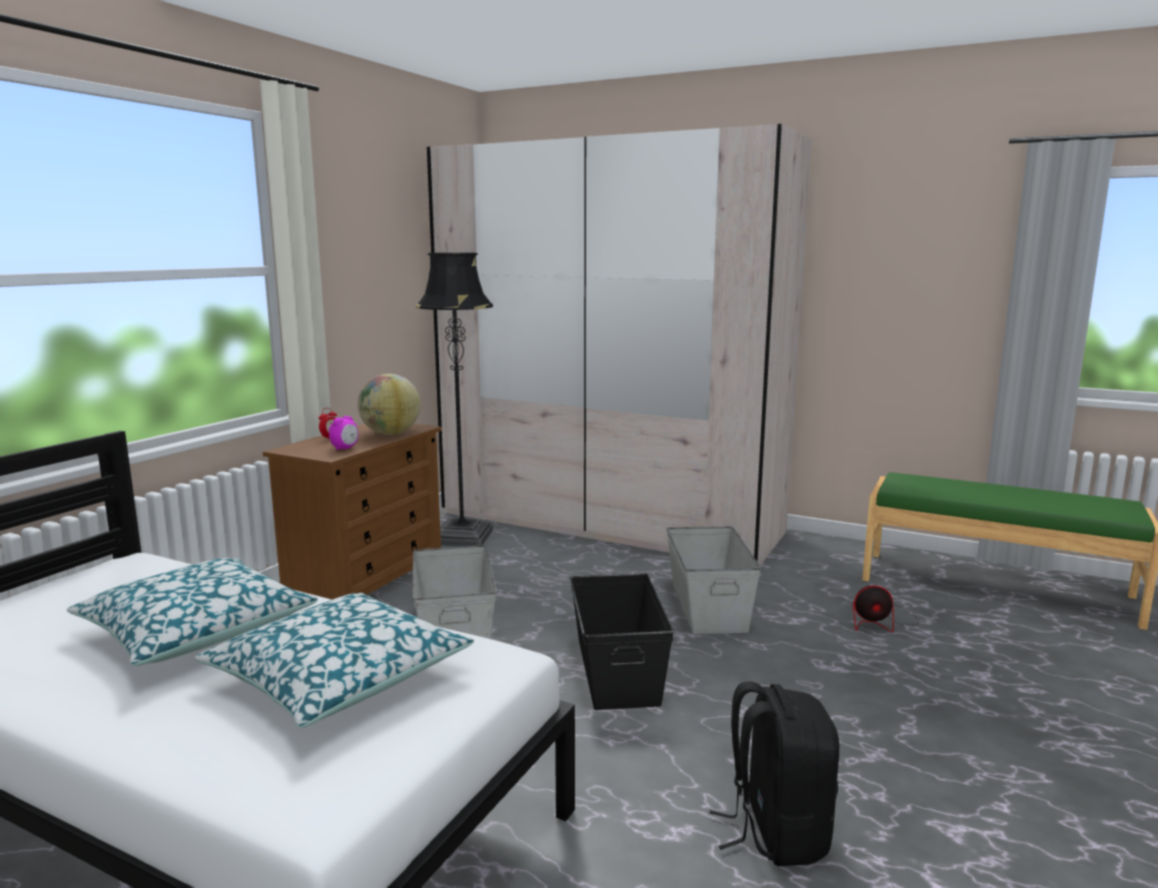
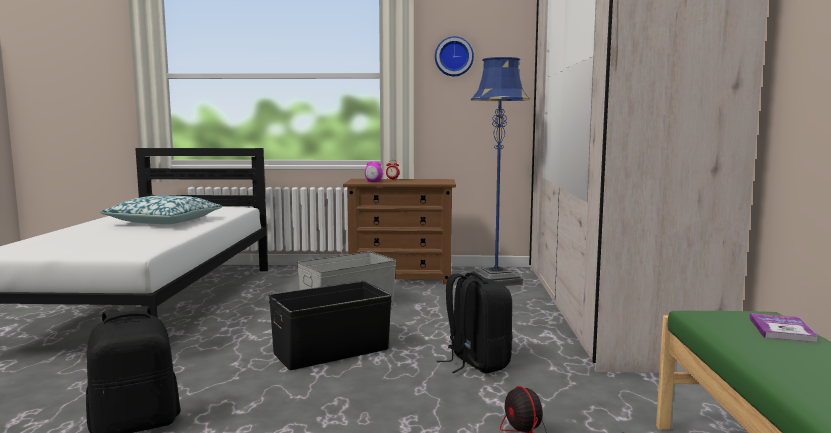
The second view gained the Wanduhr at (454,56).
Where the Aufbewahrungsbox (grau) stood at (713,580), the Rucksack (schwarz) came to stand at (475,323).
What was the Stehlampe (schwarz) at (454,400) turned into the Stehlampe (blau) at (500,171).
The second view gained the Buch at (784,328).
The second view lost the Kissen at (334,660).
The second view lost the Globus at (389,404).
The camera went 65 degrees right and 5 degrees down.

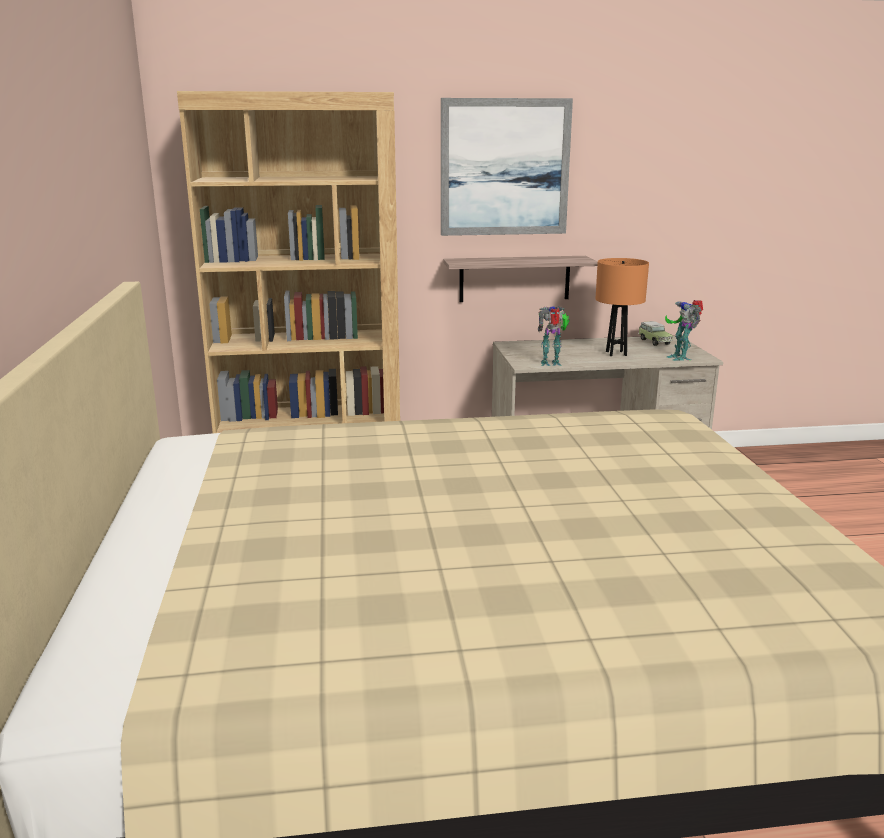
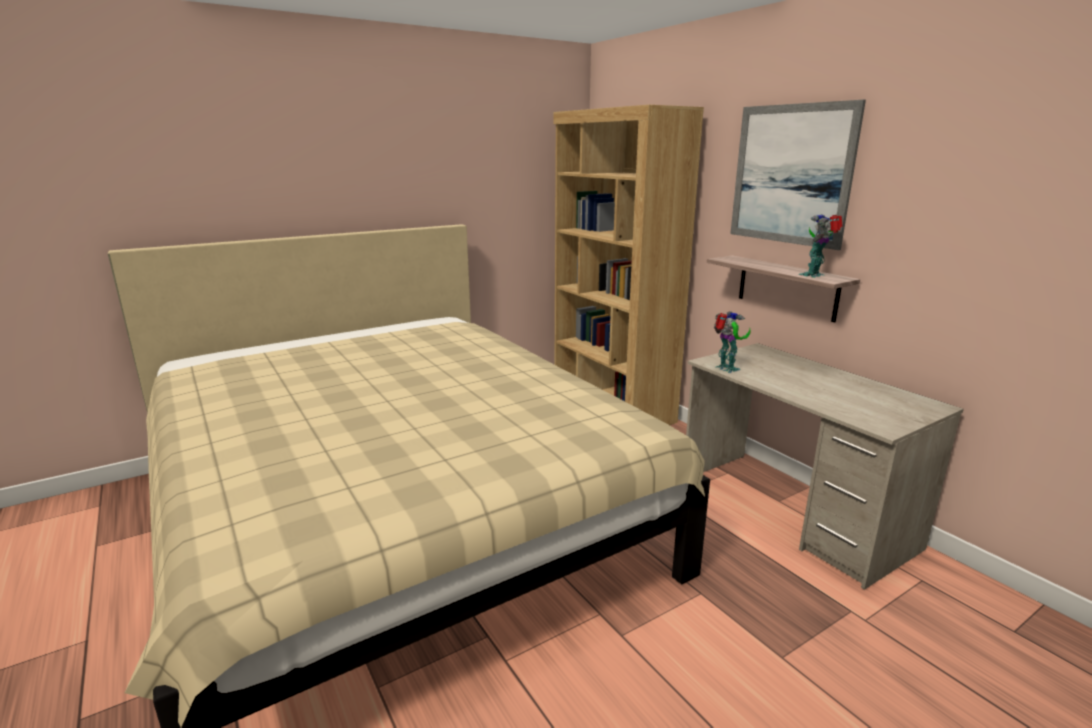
The Spielzeugroboter ended up elsewhere, having gone from (684,330) to (820,246).
The second view lost the Tischlampe (orange) at (622,307).
The second view lost the Spielzeugauto at (655,333).
The camera went 65 degrees right and 0 degrees up.

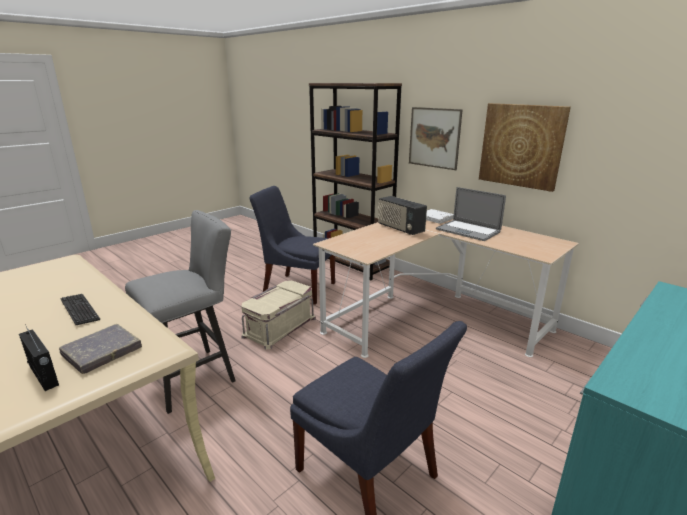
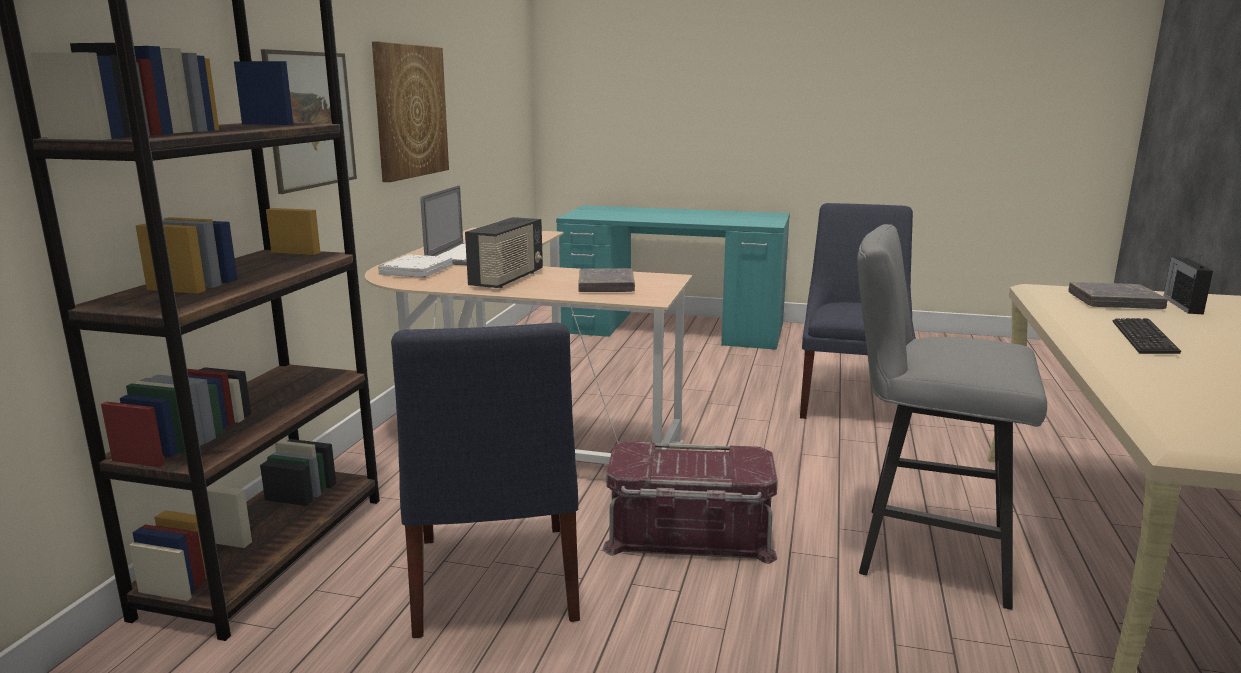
The second view gained the Buch (grau) at (606,280).
What was the Aufbewahrungsbox (beige) at (278,315) turned into the Aufbewahrungsbox (rot) at (690,502).
The camera went 120 degrees left and 5 degrees down.

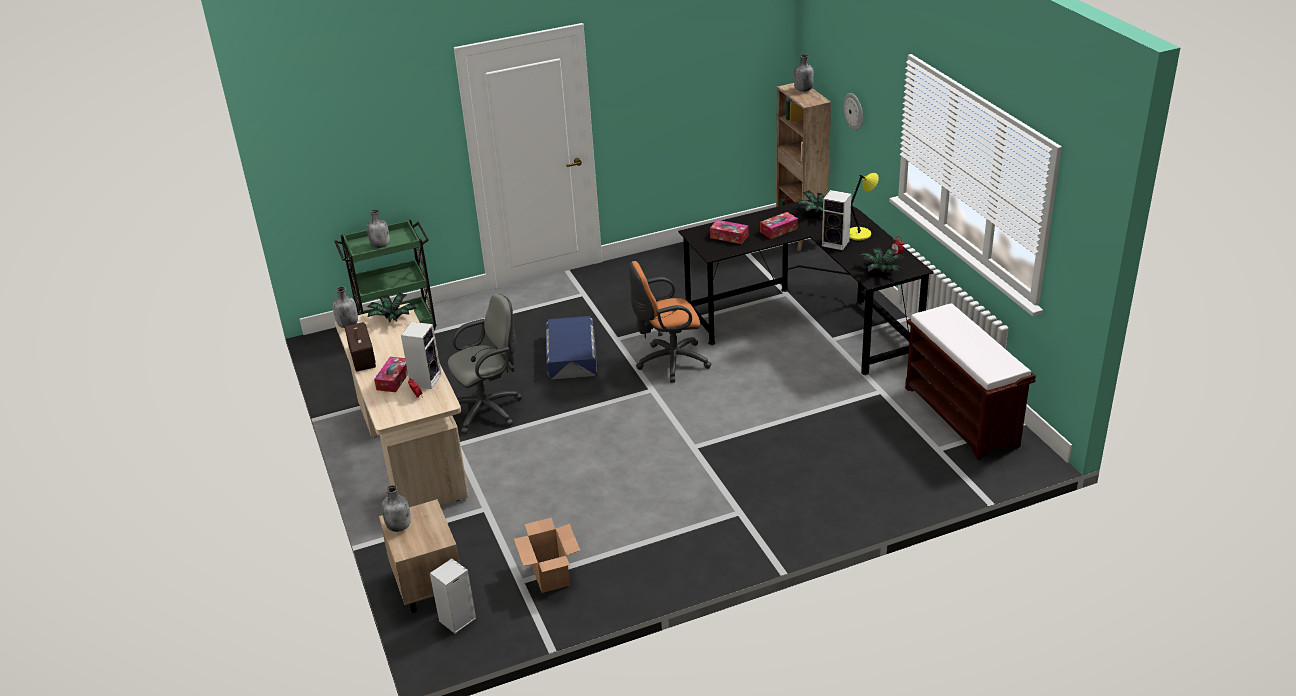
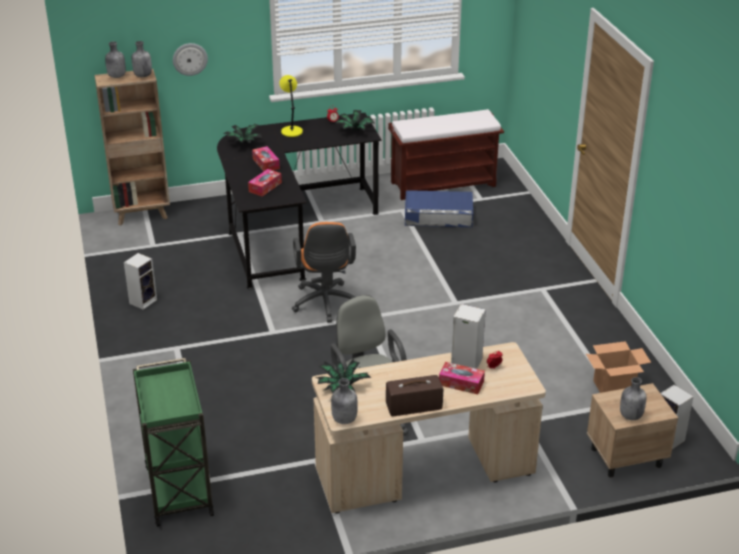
The Lautsprecher ended up elsewhere, having gone from (837,220) to (140,281).
The Flasche (grau) ended up elsewhere, having gone from (378,228) to (142,59).
The Aufbewahrungsbox (blau) ended up elsewhere, having gone from (571,348) to (439,208).
The camera went 85 degrees left and 0 degrees up.

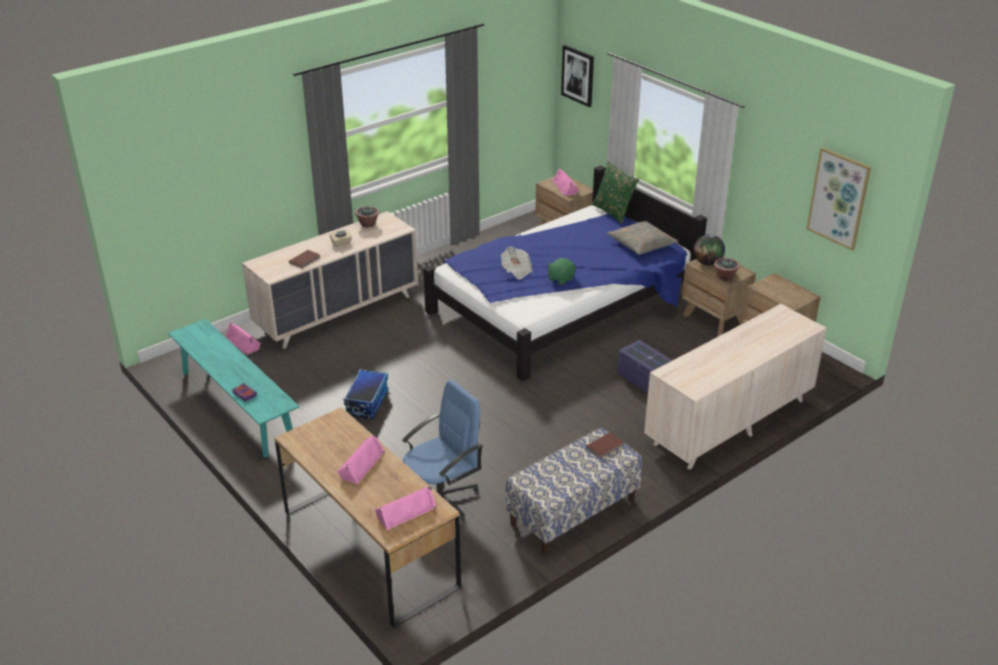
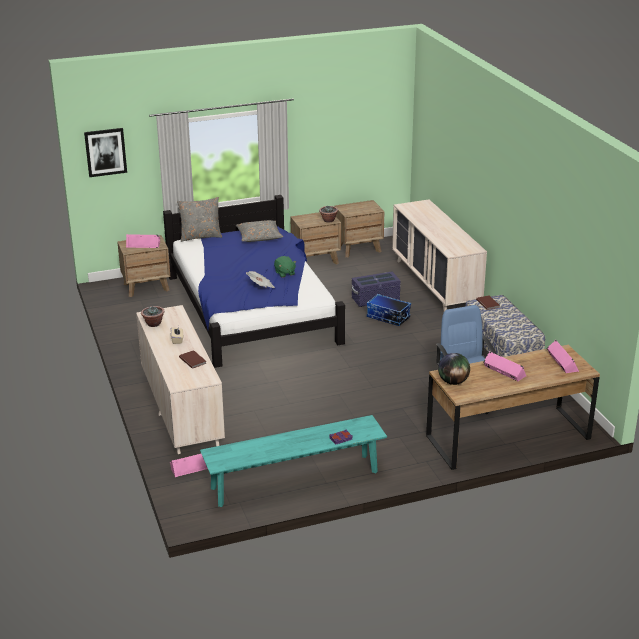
What was the Kissen (grün) at (615,192) turned into the Kissen (grau) at (199,219).
The Aufbewahrungsbox ended up elsewhere, having gone from (366,394) to (389,310).
The Globus ended up elsewhere, having gone from (709,249) to (454,369).
The second view lost the Bild at (838,199).
The camera went 70 degrees left and 5 degrees down.

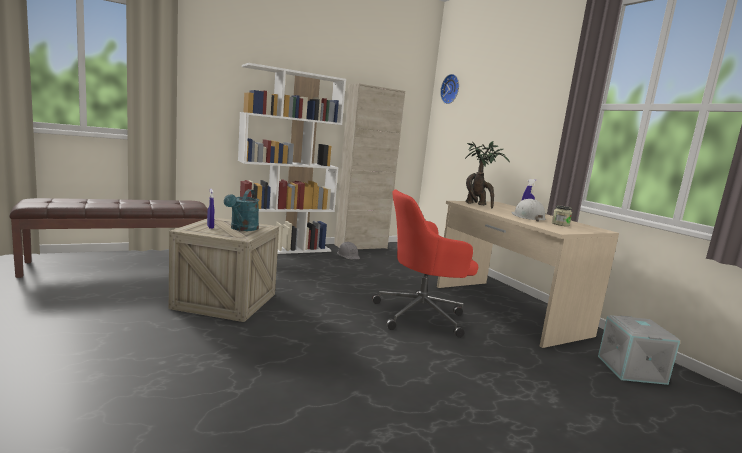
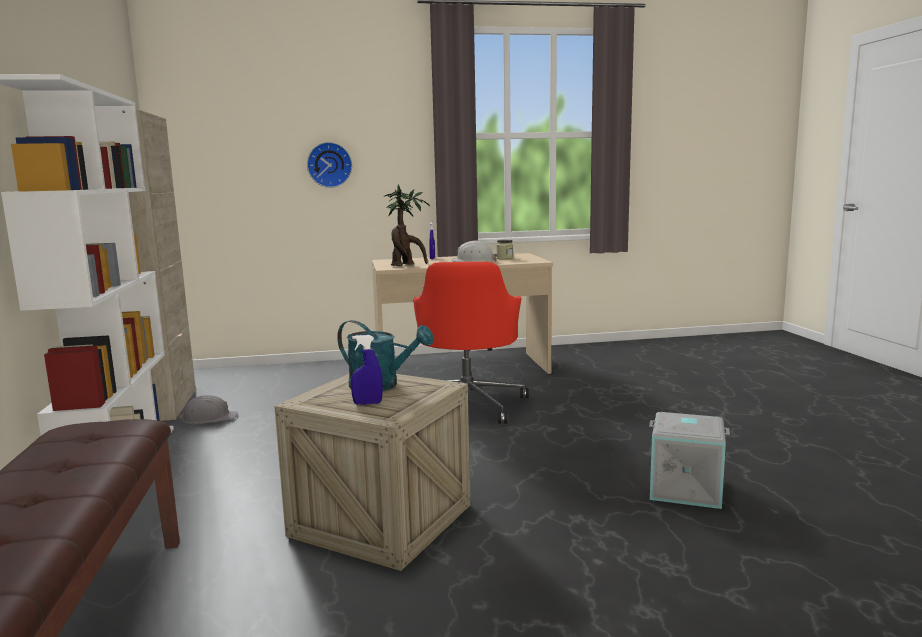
The Wanduhr ended up elsewhere, having gone from (449,89) to (329,165).
The Aufbewahrungsbox (grau) ended up elsewhere, having gone from (639,350) to (689,460).
The camera went 70 degrees left and 0 degrees up.

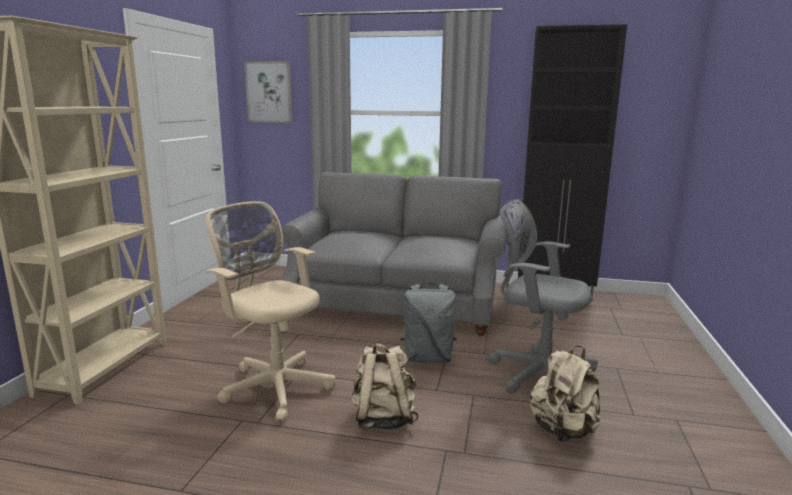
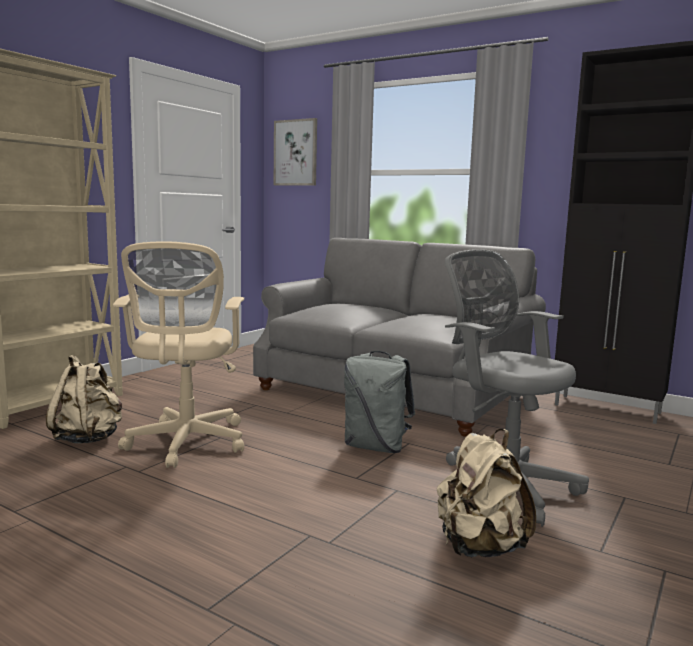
The Rucksack (beige) ended up elsewhere, having gone from (385,386) to (84,399).
The Bürostuhl (beige) at (270,311) ended up facing another way, 150 degrees counterclockwise from before.
The camera went 20 degrees right and 5 degrees down.

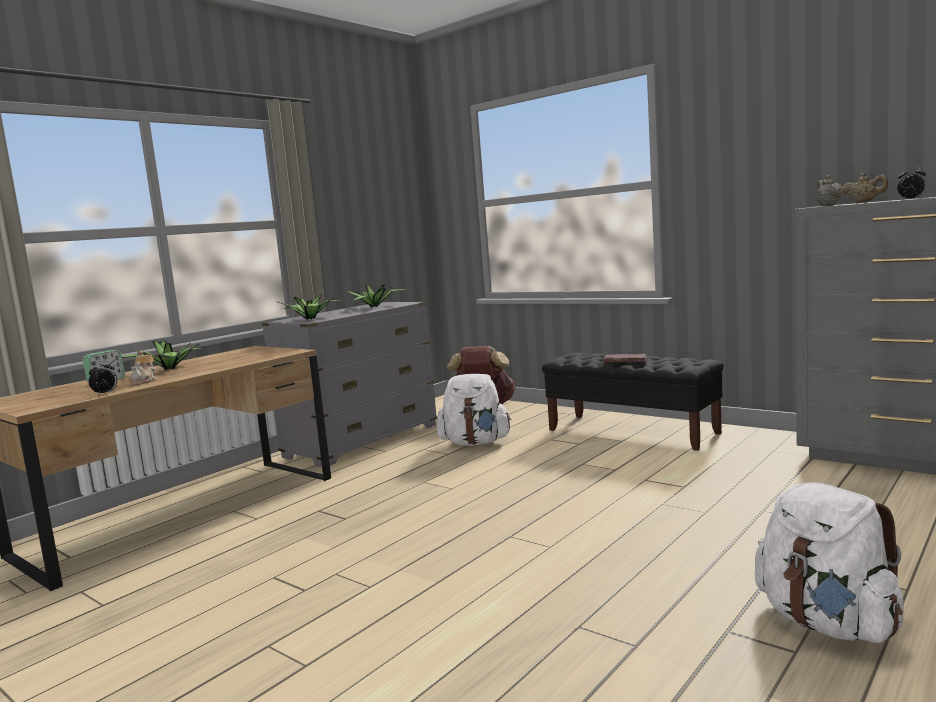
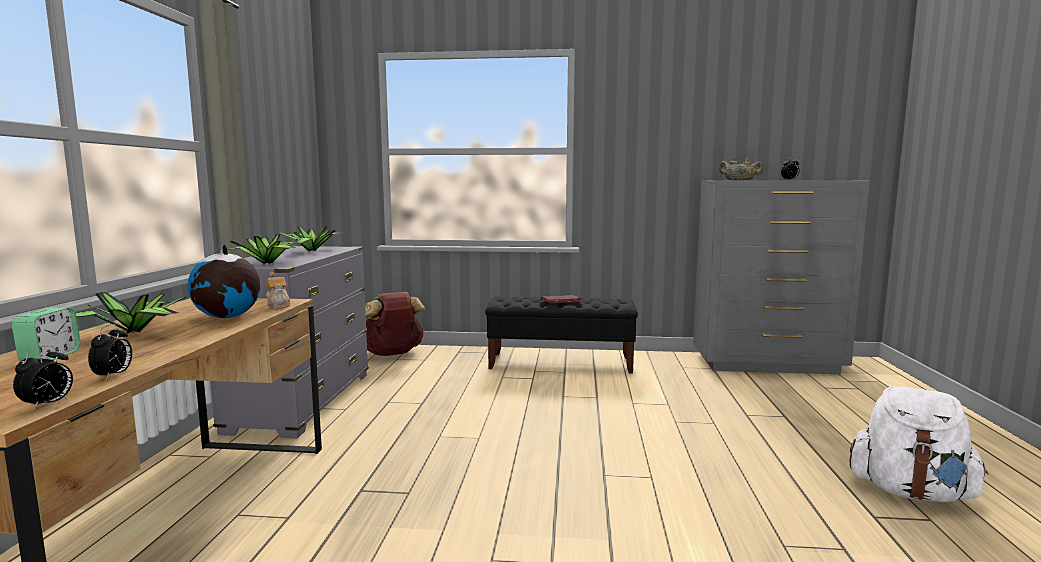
The second view gained the Wecker at (43,378).
The second view gained the Globus at (224,281).
The Teekanne ended up elsewhere, having gone from (144,367) to (278,290).
The second view lost the Rucksack (weiß) at (474,410).
The camera went 35 degrees left and 0 degrees up.

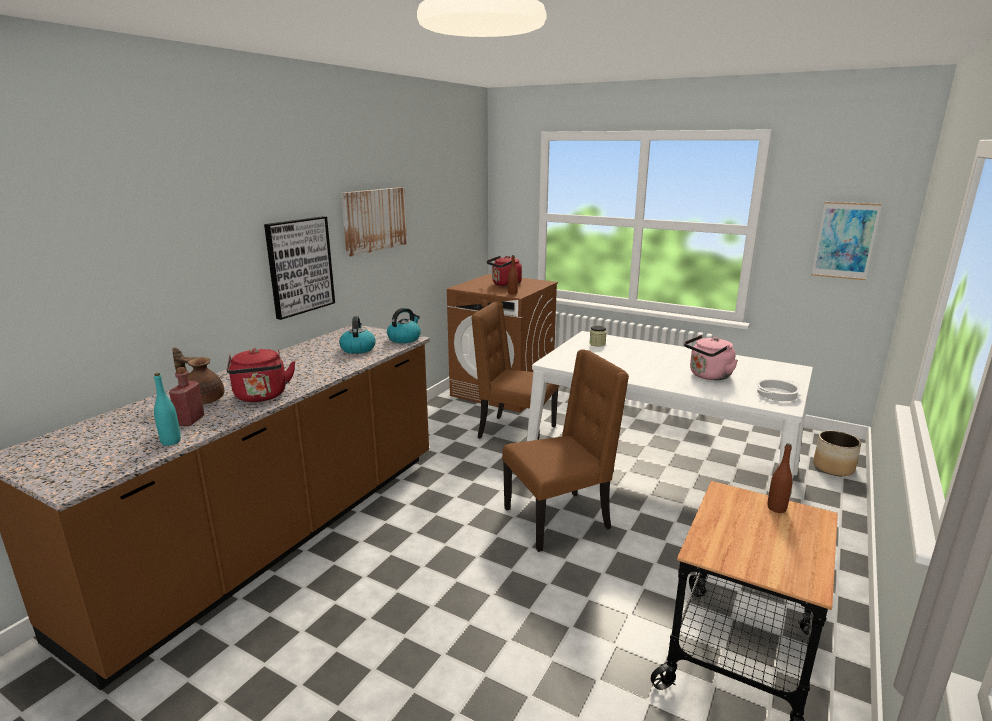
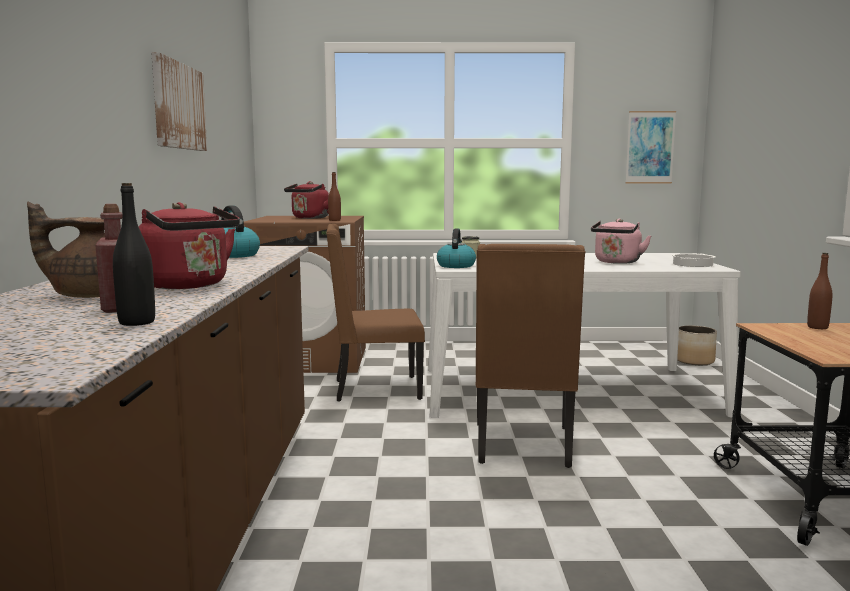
What was the Flasche (türkis) at (167,409) turned into the Flasche (schwarz) at (134,254).
The Wasserkessel ended up elsewhere, having gone from (404,325) to (456,248).
The Stuhl (braun) at (565,450) ended up facing another way, 150 degrees clockwise from before.
The second view lost the Bild at (299,268).
The camera went 30 degrees left and 10 degrees down.

